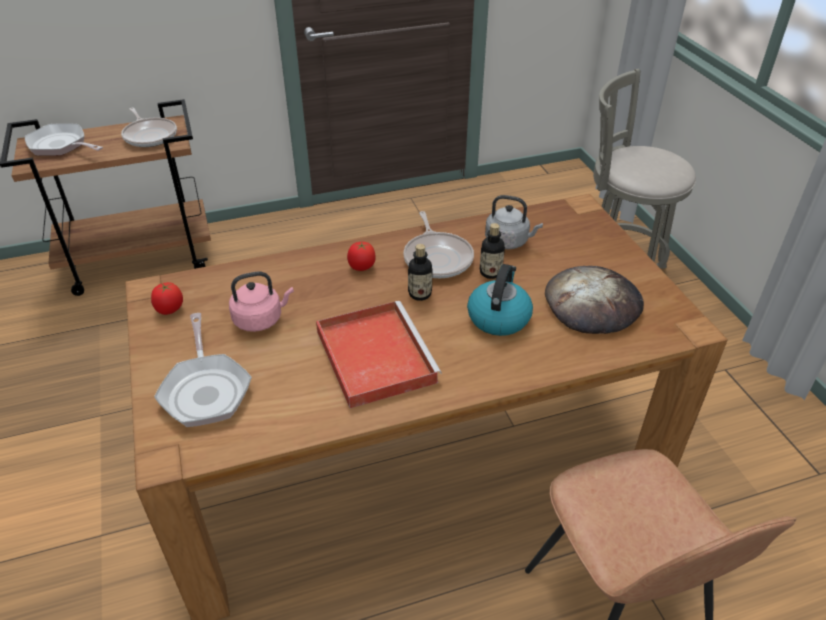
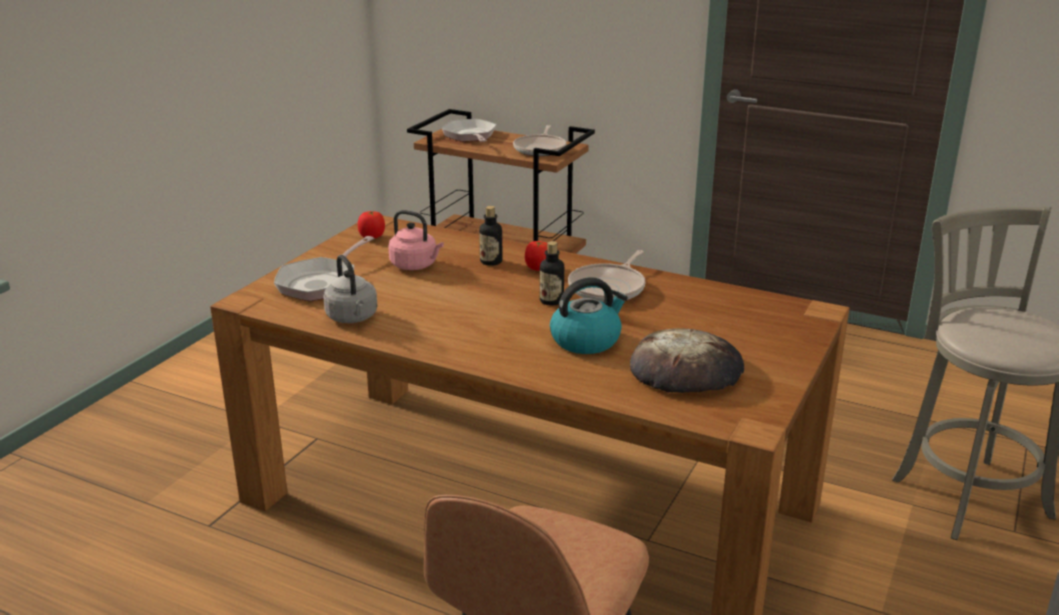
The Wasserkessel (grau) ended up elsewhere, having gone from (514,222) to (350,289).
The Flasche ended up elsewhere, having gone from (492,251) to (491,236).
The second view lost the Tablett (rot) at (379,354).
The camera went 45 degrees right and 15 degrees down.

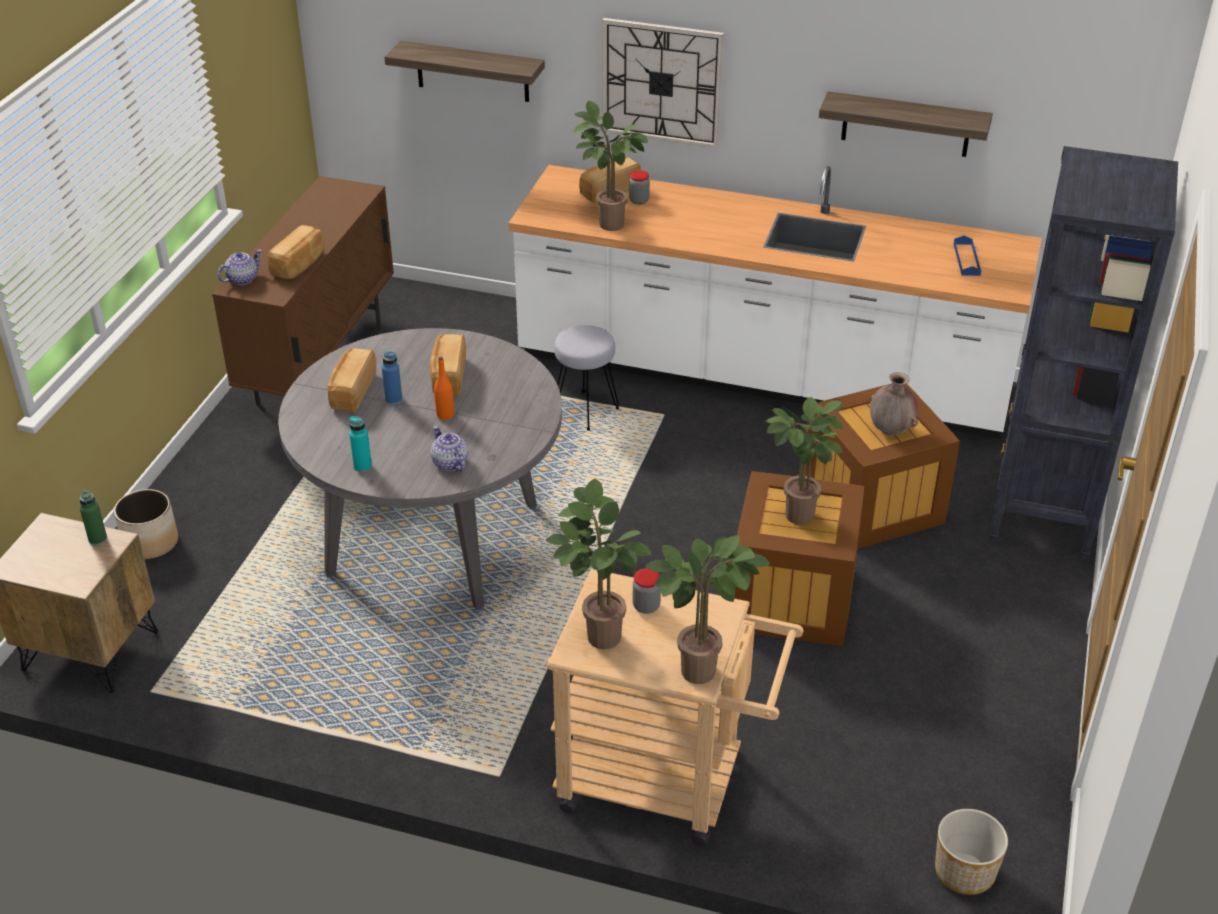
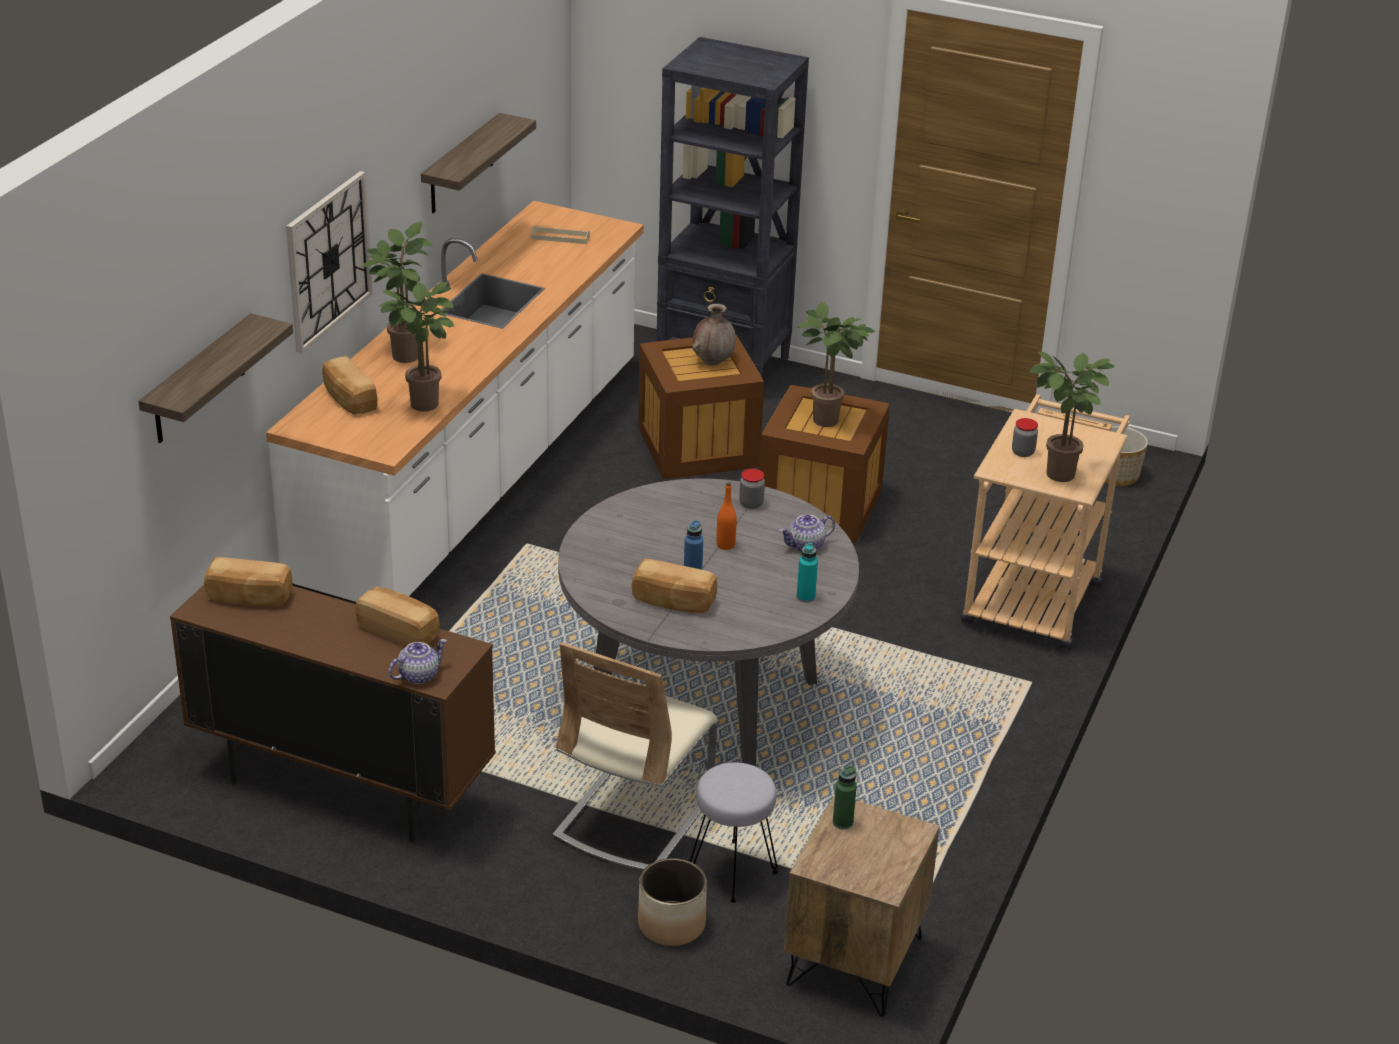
The Brot ended up elsewhere, having gone from (448,365) to (248,582).
The Topfpflanze ended up elsewhere, having gone from (707,609) to (397,292).
The Teekanne at (239,267) ended up facing another way, 90 degrees clockwise from before.
What was the Tablett (blau) at (967,256) turned into the Tablett (beige) at (560,235).
The second view gained the Stuhl (beige) at (635,756).
The Hocker (grau) ended up elsewhere, having gone from (586,377) to (734,832).
The Vorratsglas ended up elsewhere, having gone from (639,187) to (752,489).
The camera went 85 degrees left and 5 degrees down.

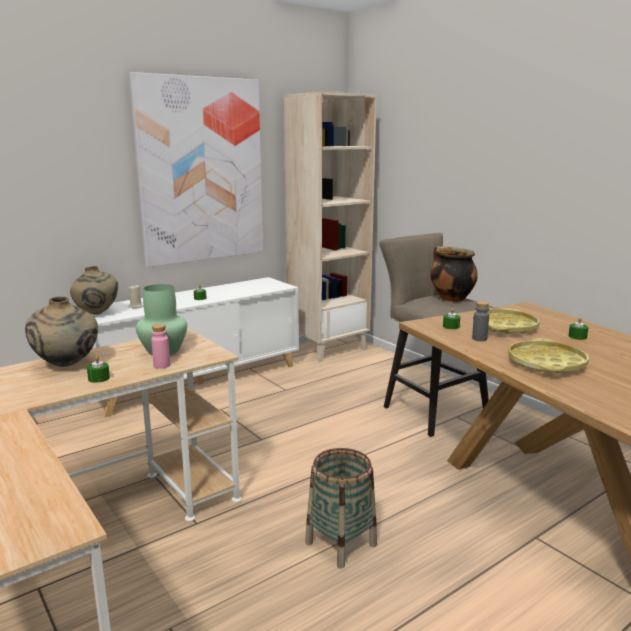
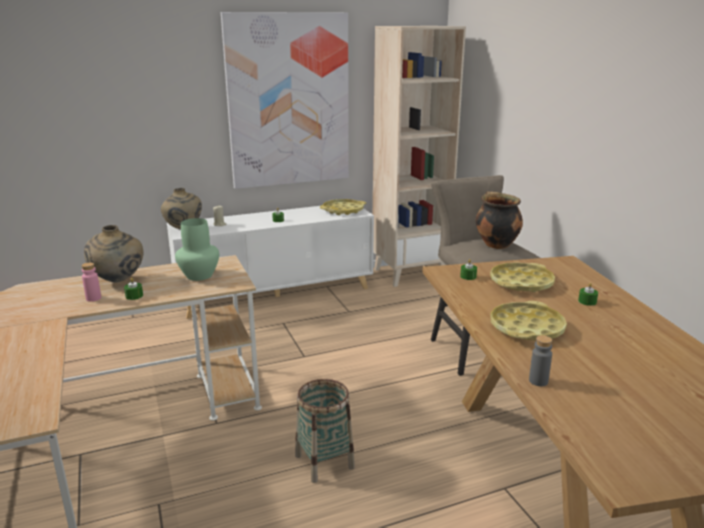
The Flasche (rosa) ended up elsewhere, having gone from (160,346) to (91,282).
The second view gained the Tablett (gelb) at (343,207).
The Flasche (grau) ended up elsewhere, having gone from (480,321) to (540,360).
The camera went 15 degrees right and 5 degrees up.

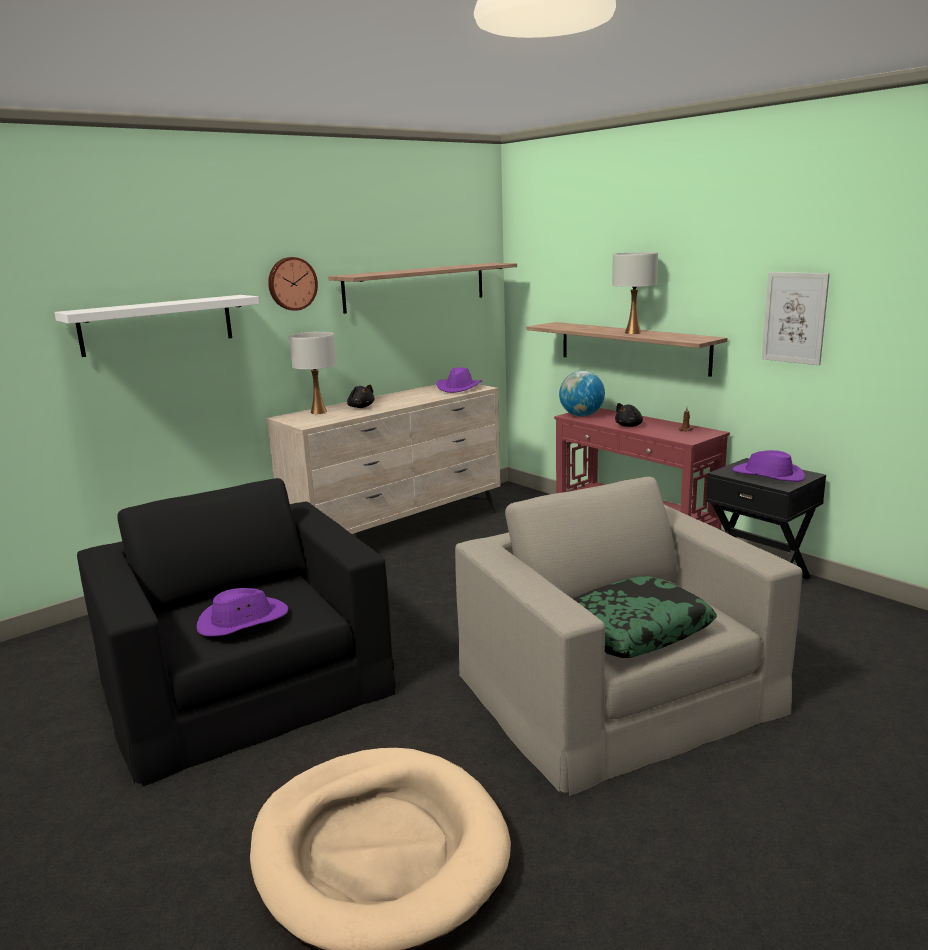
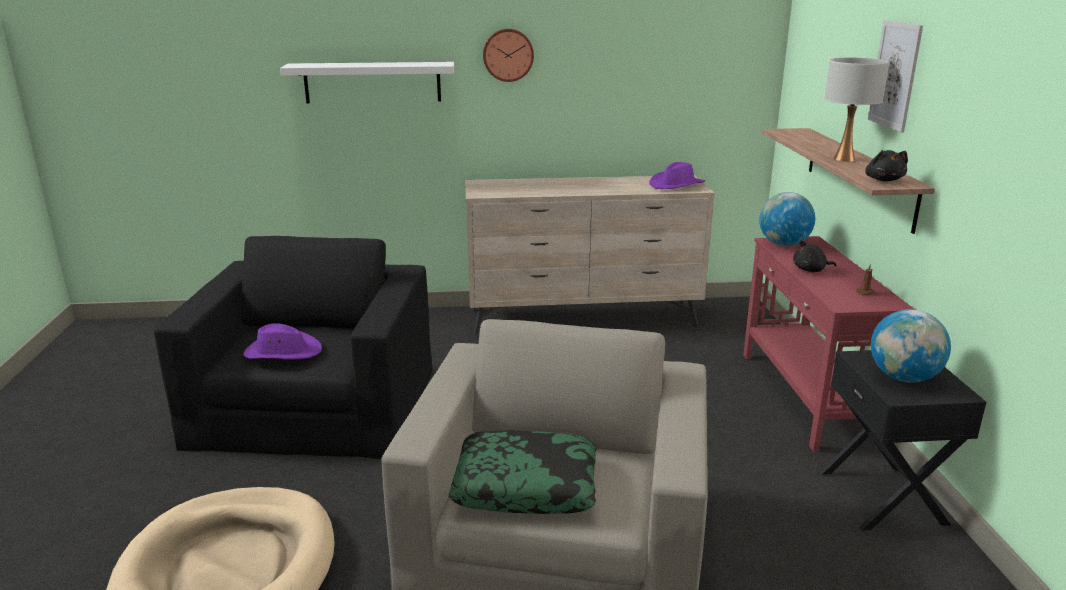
The Plüschtier (schwarz) ended up elsewhere, having gone from (361,396) to (886,165).
The Bild ended up elsewhere, having gone from (796,318) to (895,76).
Where the Hut (lila) stood at (769,466), the Globus came to stand at (911,345).
The second view lost the Tischlampe (weiß) at (312,373).
The second view lost the Wandregal at (422,288).
The camera went 35 degrees right and 5 degrees up.

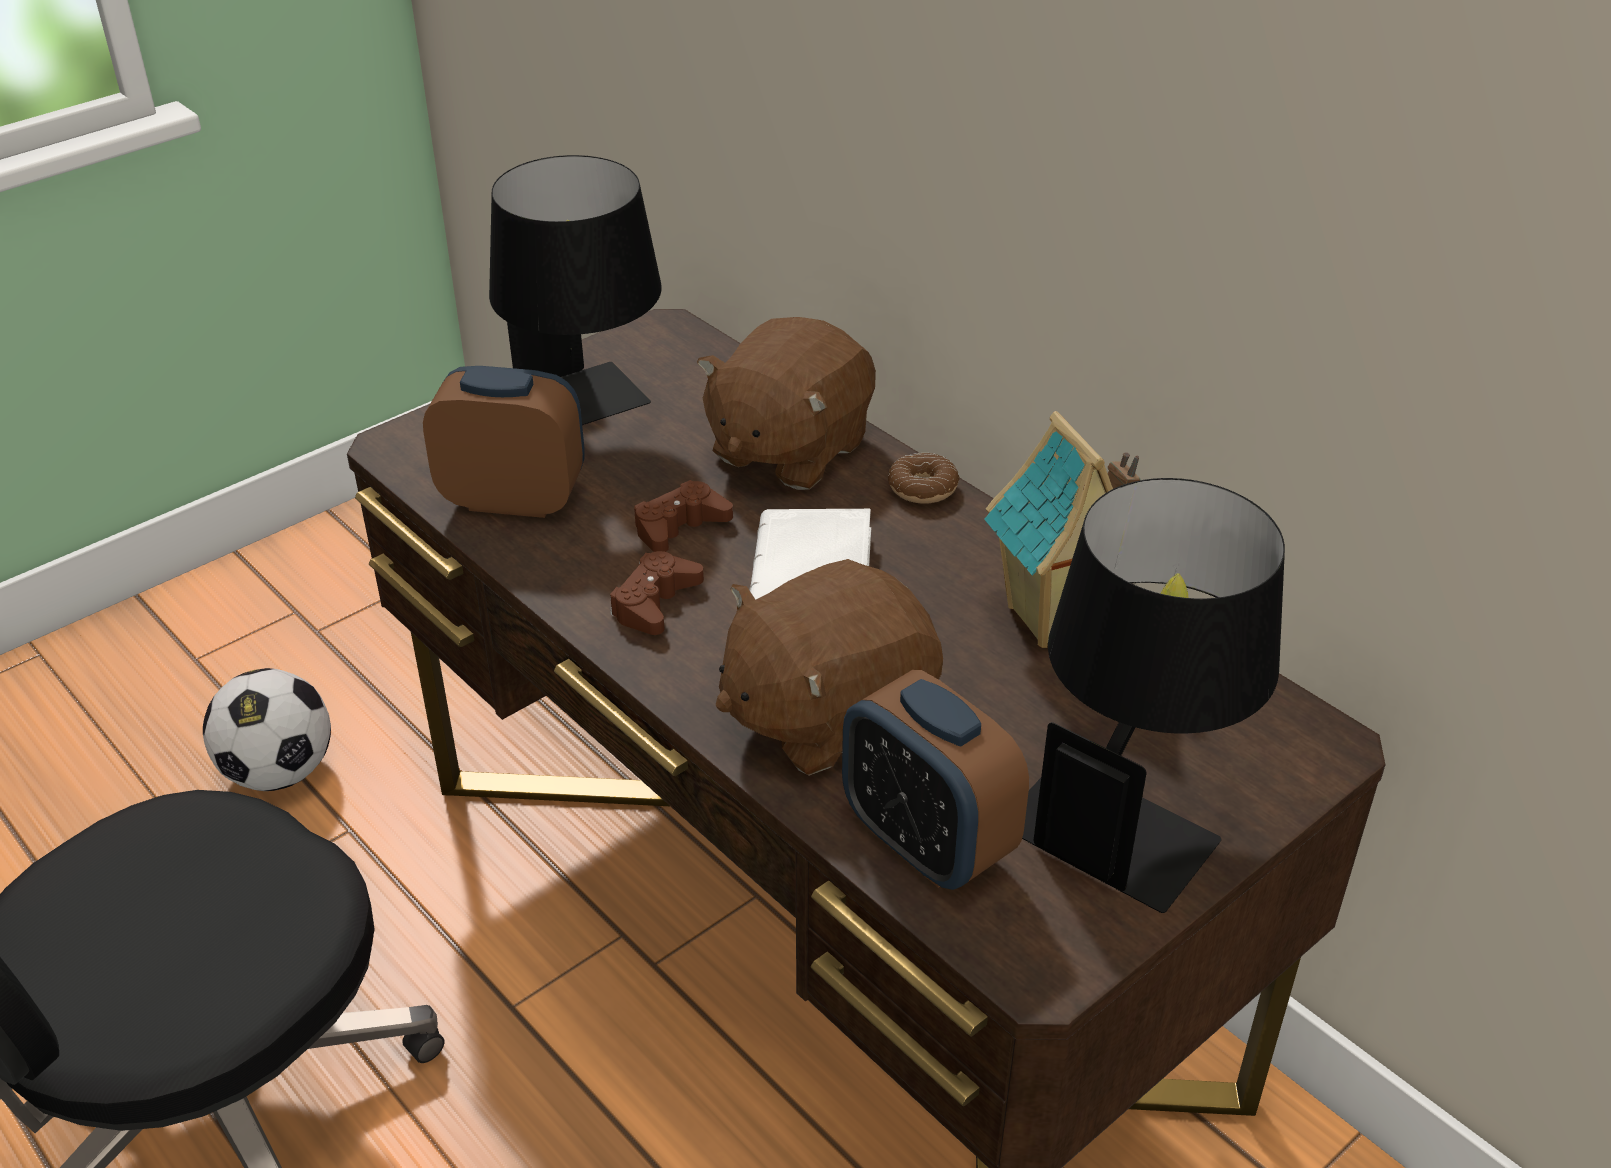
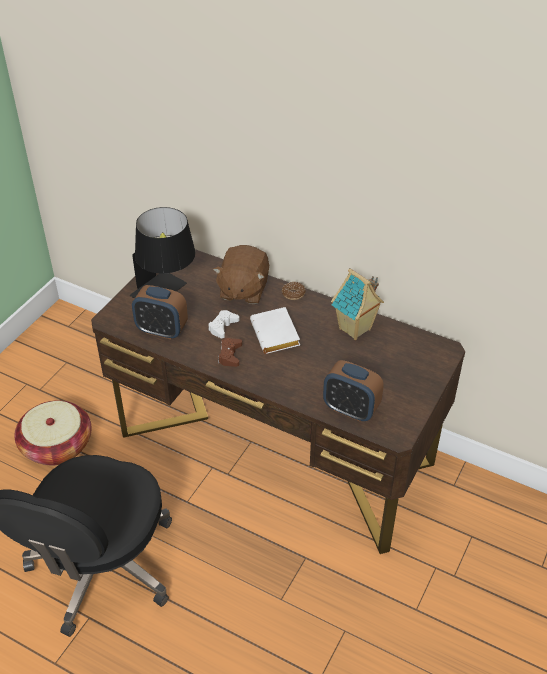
Where the Fußball stood at (267,729), the Korb came to stand at (53,433).
The Wecker at (504,442) ended up facing another way, 150 degrees counterclockwise from before.
What was the Gamepad (braun) at (683,516) turned into the Gamepad (weiß) at (223,324).
The second view lost the Plüschtier (braun) at (829,667).
The second view lost the Tischlampe (schwarz) at (1153,695).
The camera went 20 degrees left and 5 degrees up.

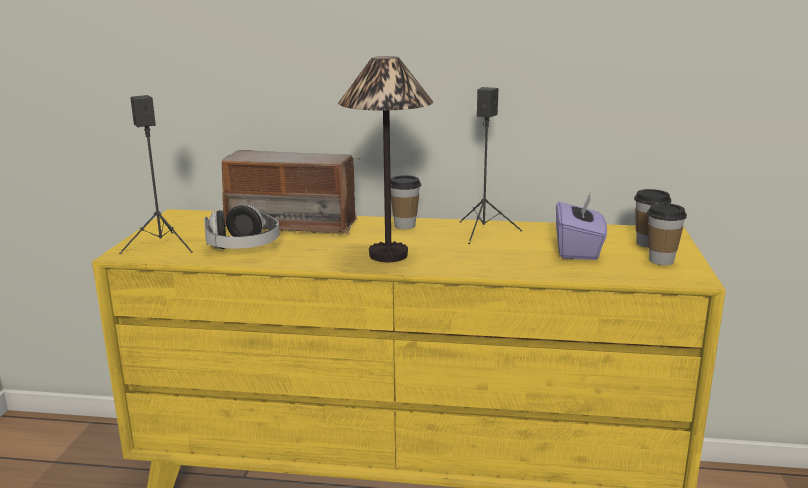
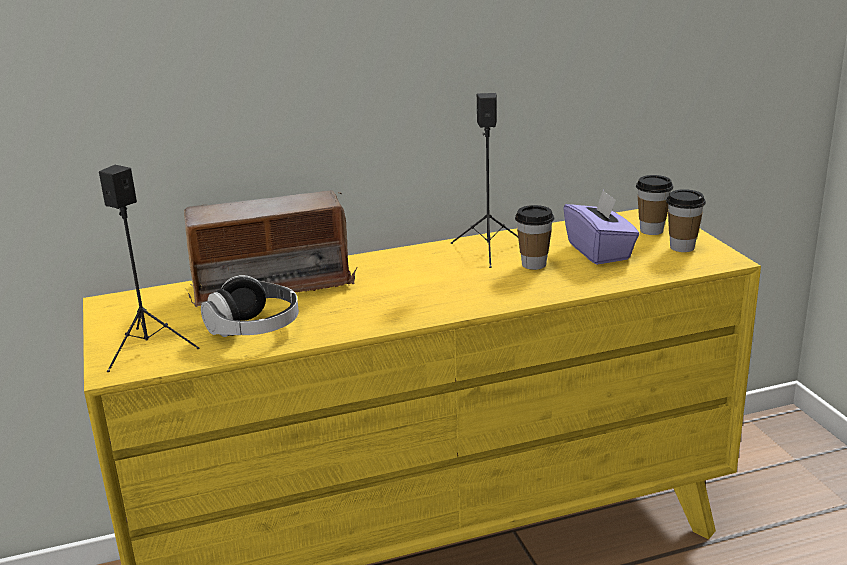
The Tasse ended up elsewhere, having gone from (405,202) to (534,237).
The second view lost the Tischlampe at (385,159).
The camera went 25 degrees left and 5 degrees up.

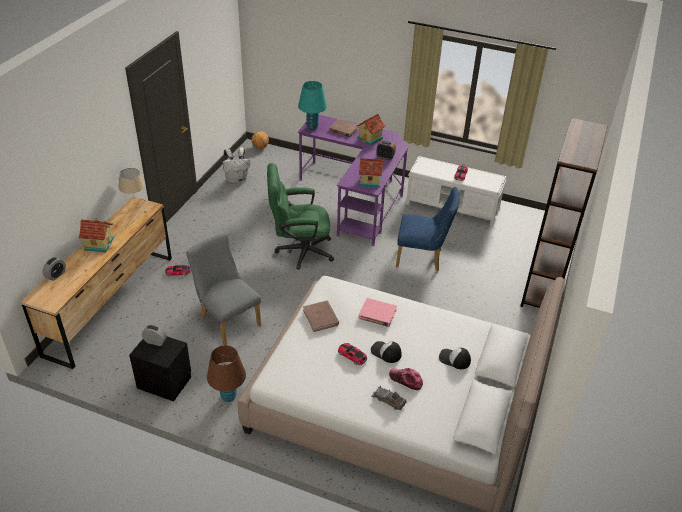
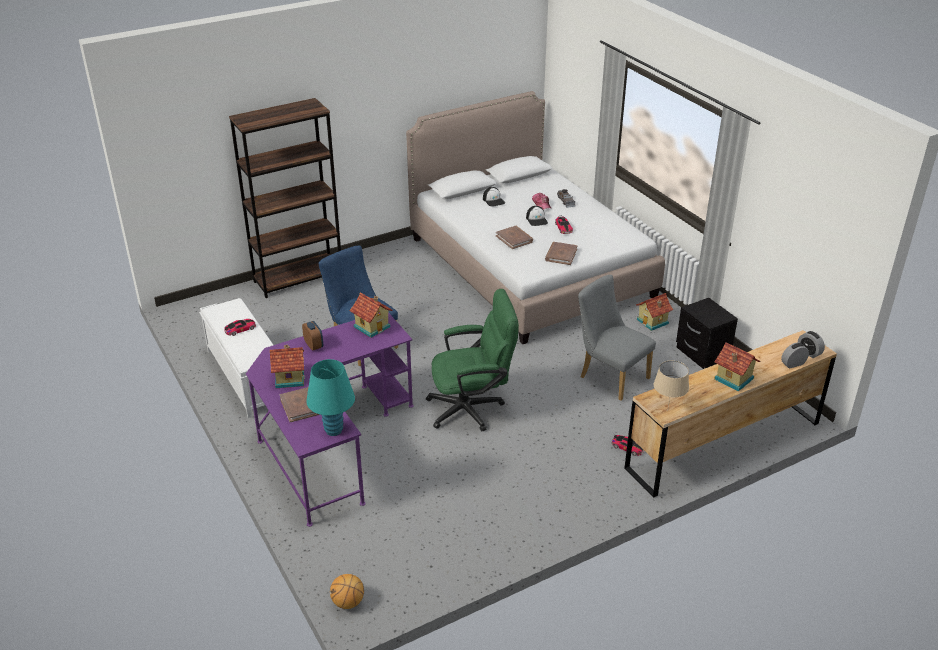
The Bürostuhl (grün) at (300,216) ended up facing another way, 45 degrees counterclockwise from before.
What was the Buch (rosa) at (378,312) turned into the Buch (braun) at (514,237).
The Stuhl (grau) at (223,289) ended up facing another way, 135 degrees clockwise from before.
Where the Tischlampe (braun) stood at (226,373), the Spielzeughaus came to stand at (654,312).
The Wecker ended up elsewhere, having gone from (154,335) to (811,344).
The second view lost the Rucksack (weiß) at (236,165).
The camera went 140 degrees left and 5 degrees down.

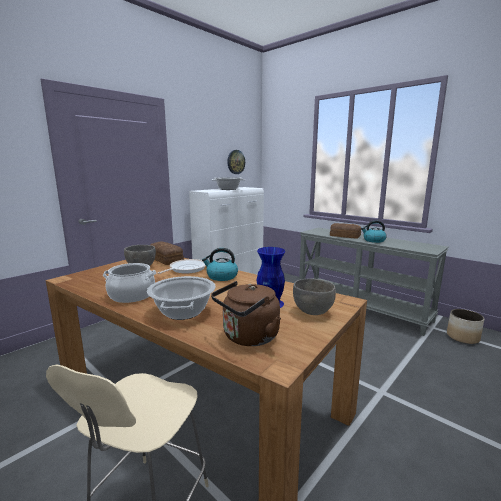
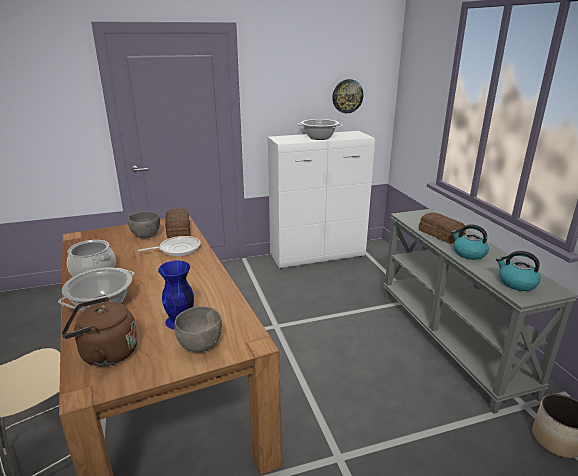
The Wasserkessel ended up elsewhere, having gone from (220,264) to (518,271).
The camera went 30 degrees right and 10 degrees up.

